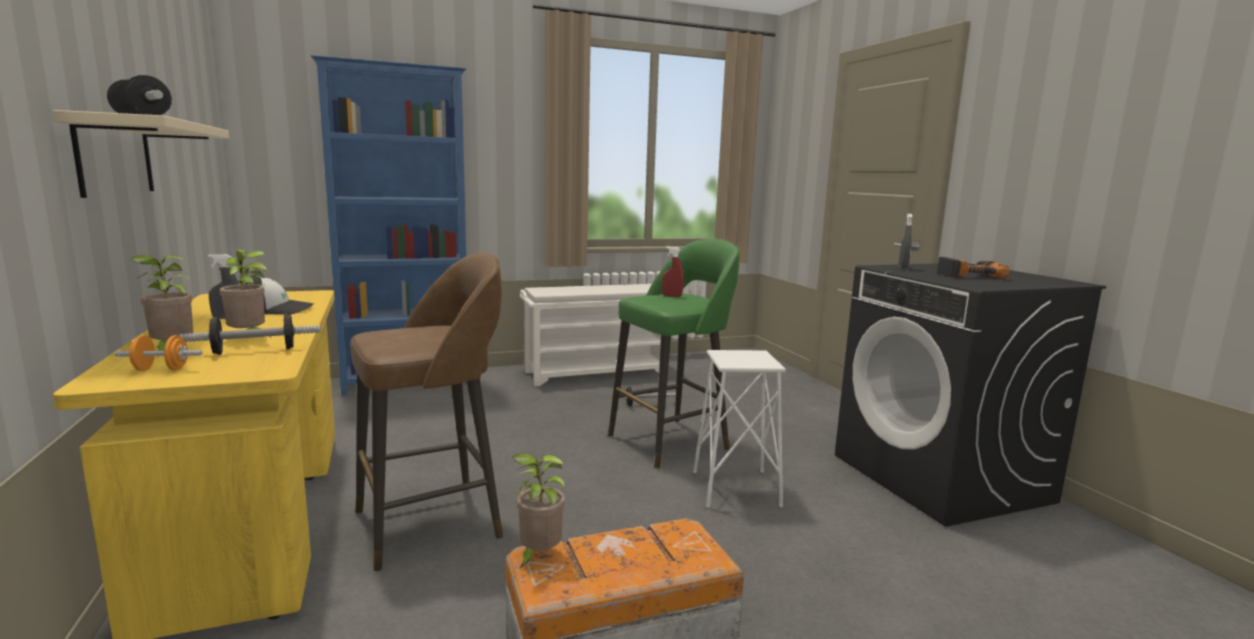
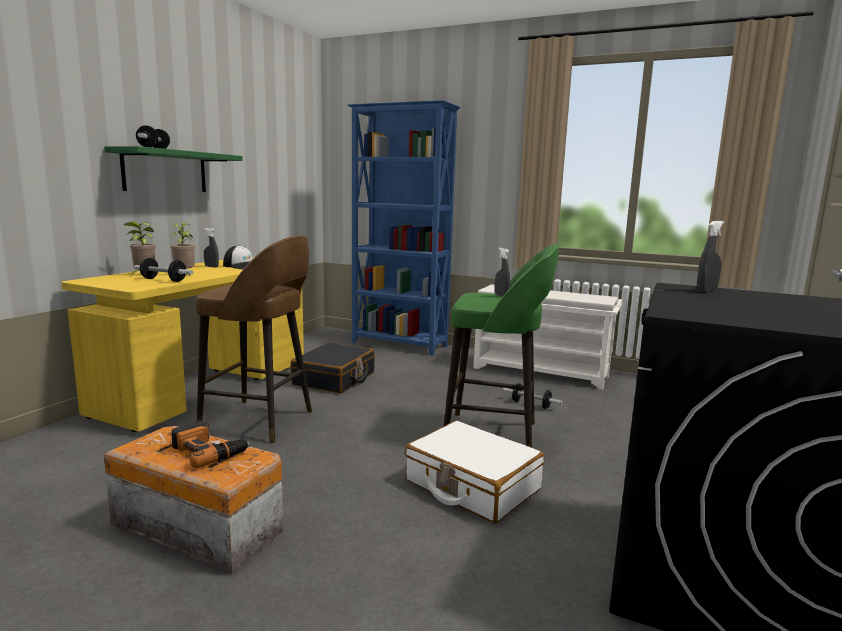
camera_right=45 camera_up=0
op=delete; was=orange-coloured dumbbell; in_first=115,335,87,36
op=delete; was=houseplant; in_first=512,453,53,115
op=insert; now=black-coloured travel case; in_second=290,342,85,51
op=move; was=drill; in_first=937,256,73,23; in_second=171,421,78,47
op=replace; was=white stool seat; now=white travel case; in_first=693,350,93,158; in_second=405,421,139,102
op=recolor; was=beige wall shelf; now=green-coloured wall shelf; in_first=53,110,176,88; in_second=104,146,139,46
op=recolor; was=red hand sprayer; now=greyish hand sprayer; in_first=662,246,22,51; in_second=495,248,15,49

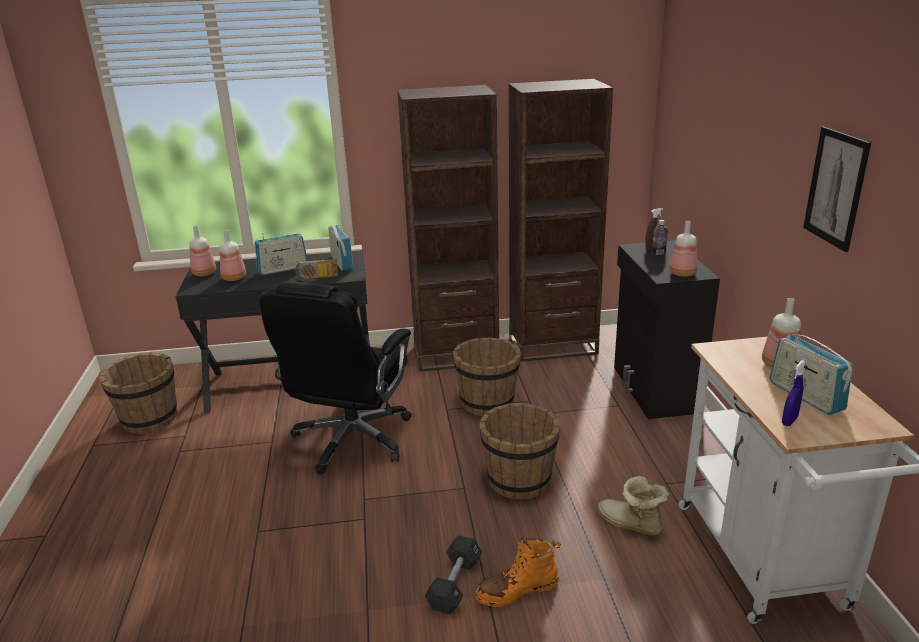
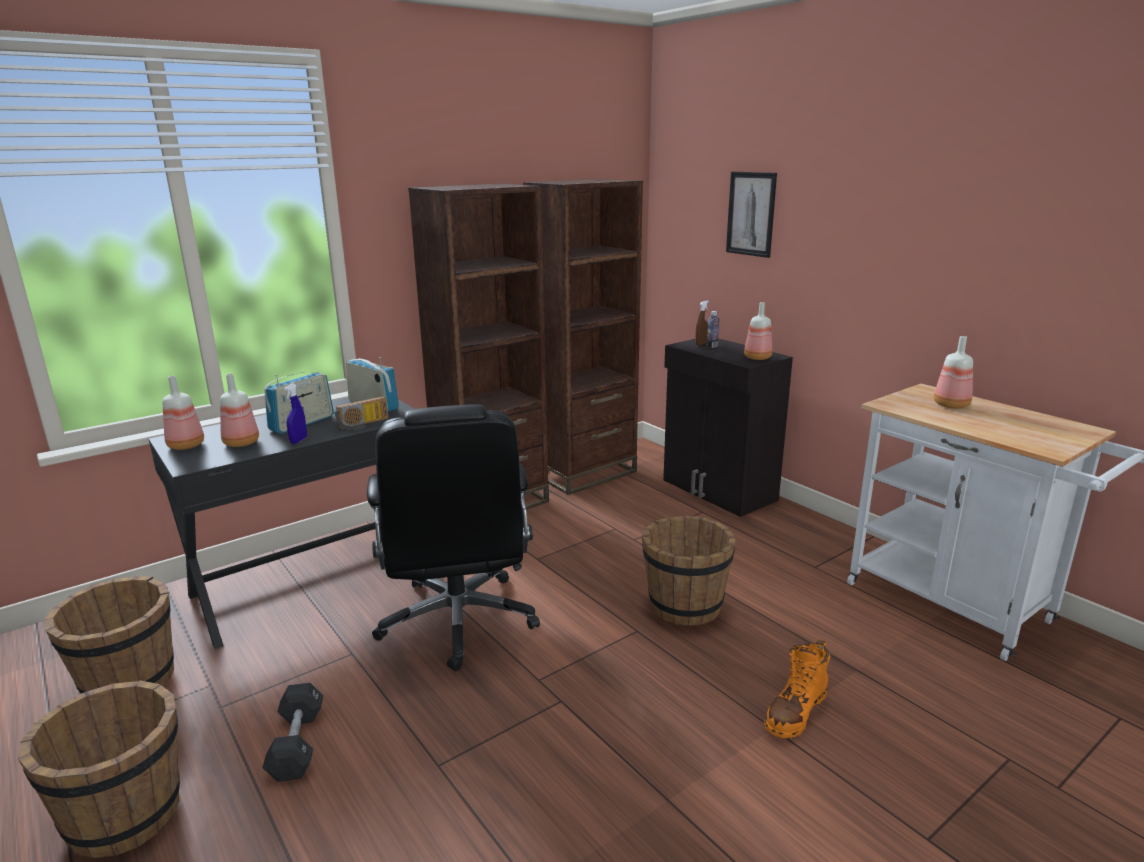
camera_right=-30 camera_up=-5
op=delete; was=high-top boot; in_first=597,476,73,60
op=delete; was=radio set; in_first=770,329,83,86
op=move; was=black-coloured dumbbell; in_first=424,535,58,80; in_second=262,683,61,99
op=move; was=brownish pail; in_first=453,338,68,79; in_second=18,680,162,178
op=move; was=blue-coloured hand sprayer; in_first=782,360,24,66; in_second=284,384,23,60
op=move; was=picture; in_first=803,126,68,126; in_second=726,172,51,86

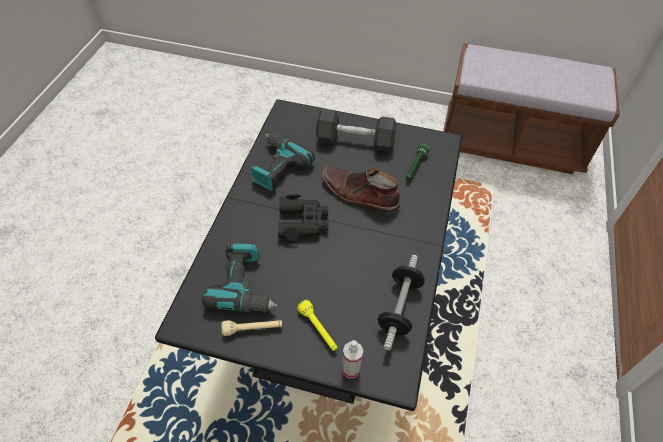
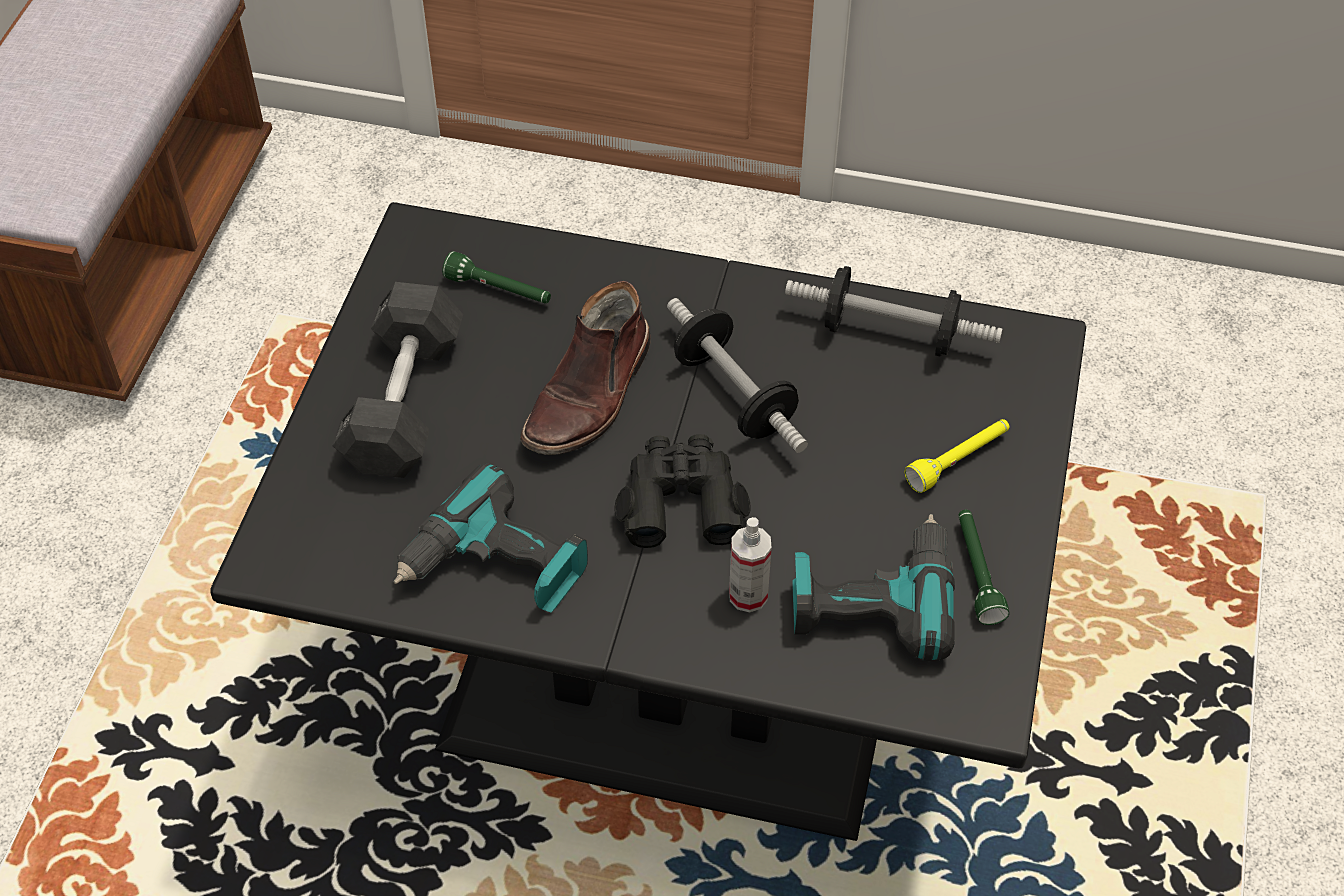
camera_right=-90 camera_up=0
op=insert; now=dumbbell; in_second=667,298,141,155
op=move; was=hand sprayer; in_first=341,340,22,38; in_second=729,517,43,95
op=recolor; was=beige torch; now=green-coloured torch; in_first=222,320,60,16; in_second=959,510,50,115

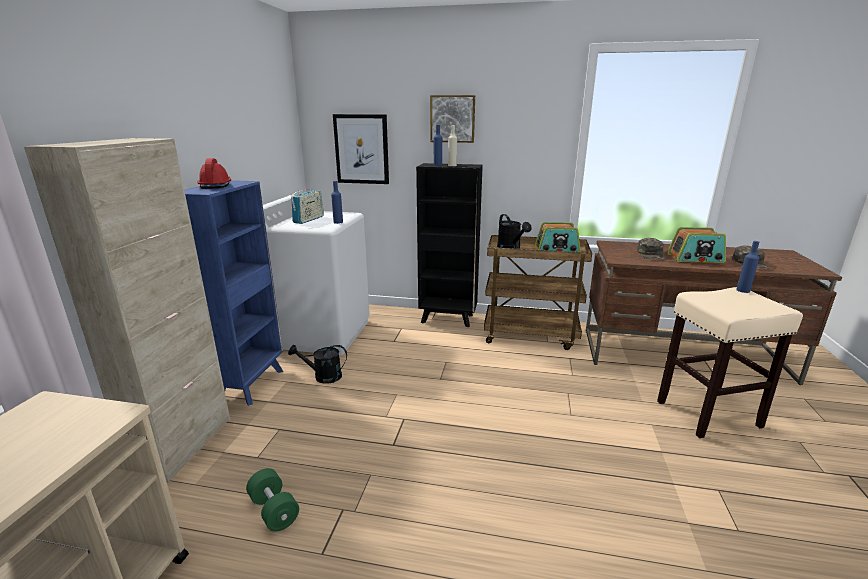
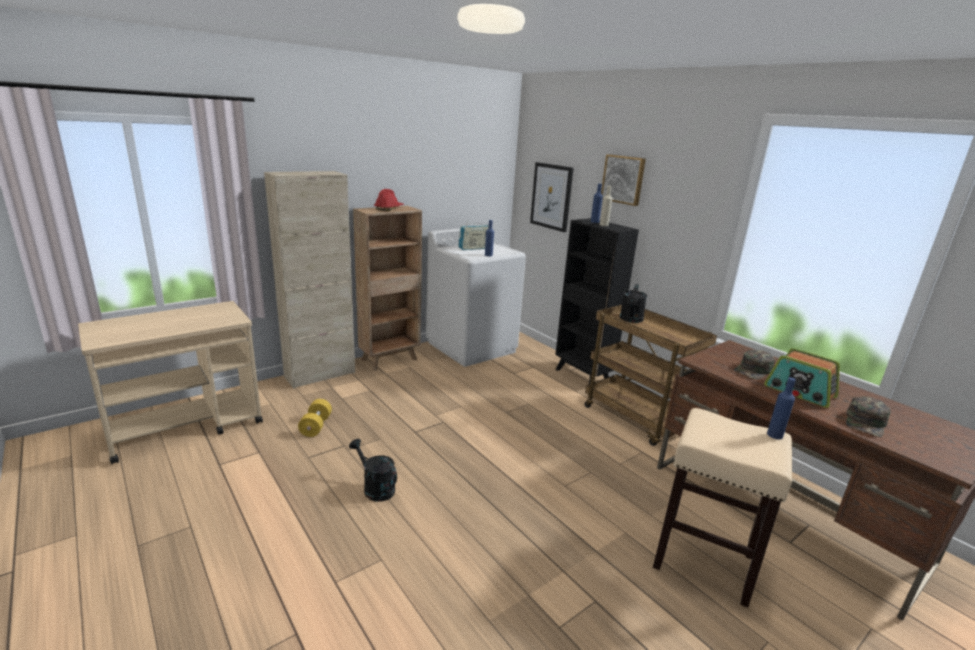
camera_right=40 camera_up=0
op=delete; was=radio set; in_first=535,222,46,30
op=move; was=black-coloured watering pot; in_first=288,345,59,39; in_second=349,439,48,63
op=recolor; was=blue-coloured bookshelf; now=brownish bookshelf; in_first=184,180,99,226; in_second=353,206,69,165
op=recolor; was=green-coloured dumbbell; now=yellow dumbbell; in_first=246,468,53,64; in_second=298,399,34,38

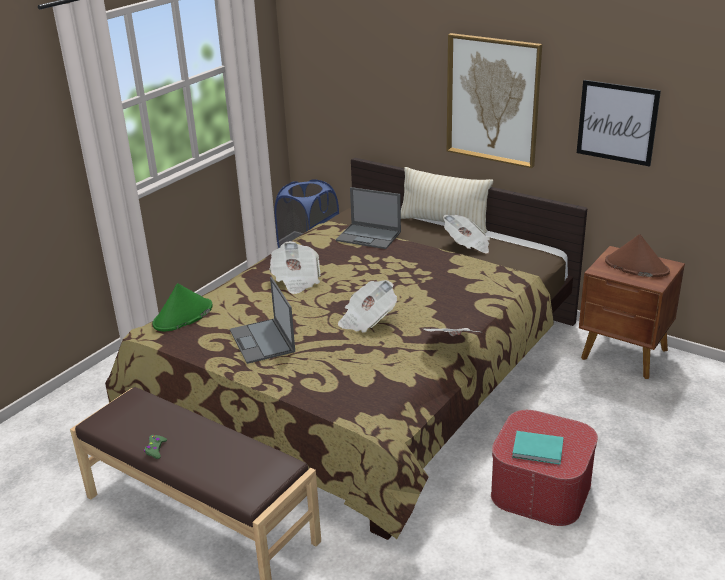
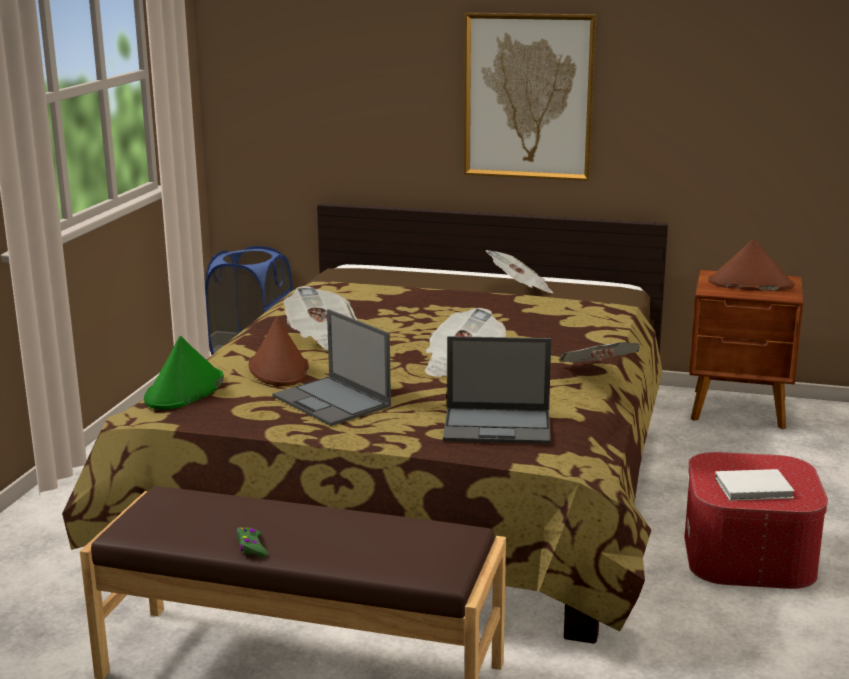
camera_right=-20 camera_up=-10
op=delete; was=beige throw pillow; in_first=401,167,92,66
op=delete; was=picture; in_first=577,80,84,87
op=insert; now=brownish hat; in_second=249,316,60,70
op=move; was=notebook computer; in_first=336,187,65,62; in_second=443,336,108,108
op=recolor; was=blue-green volume; now=white volume; in_first=512,431,52,34; in_second=715,469,80,32

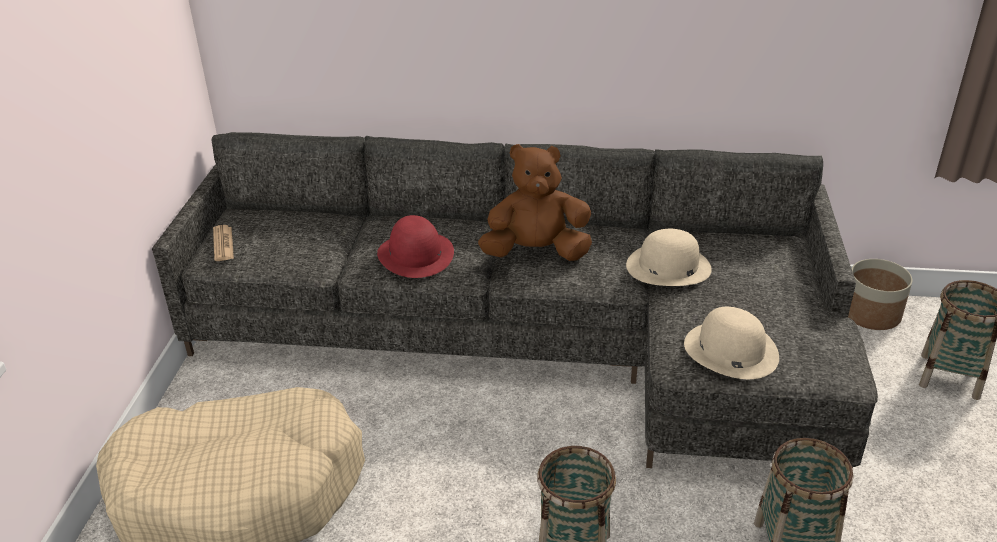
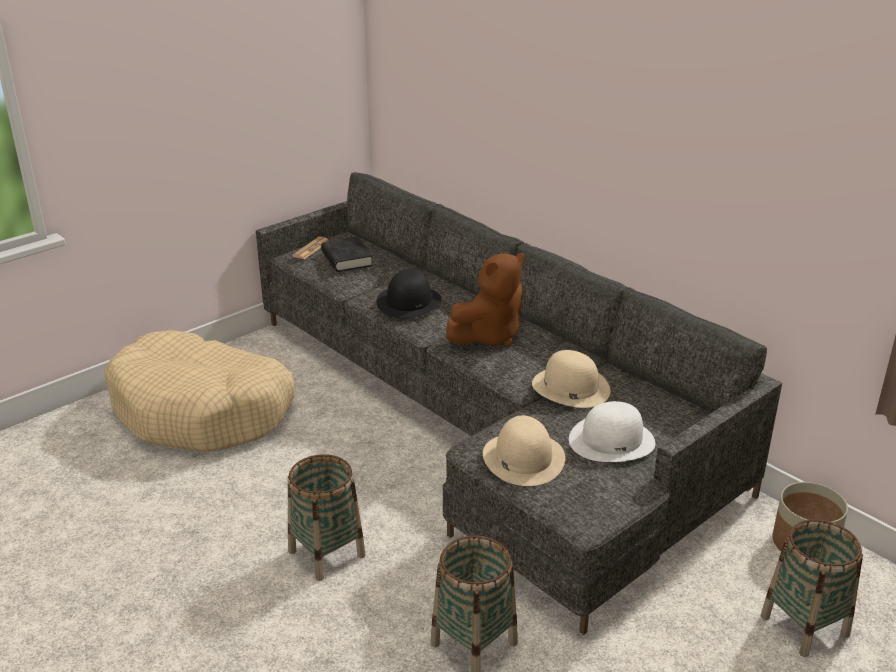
camera_right=40 camera_up=-5
op=insert; now=black-coloured volume; in_second=321,237,52,35
op=insert; now=white hat; in_second=569,401,86,61
op=recolor; was=red hat; now=black-coloured hat; in_first=377,215,77,63; in_second=376,269,66,50
op=rotate; was=brownish cuddly toy; in_first=478,144,114,117; in_second=446,253,79,94; clockwise=105

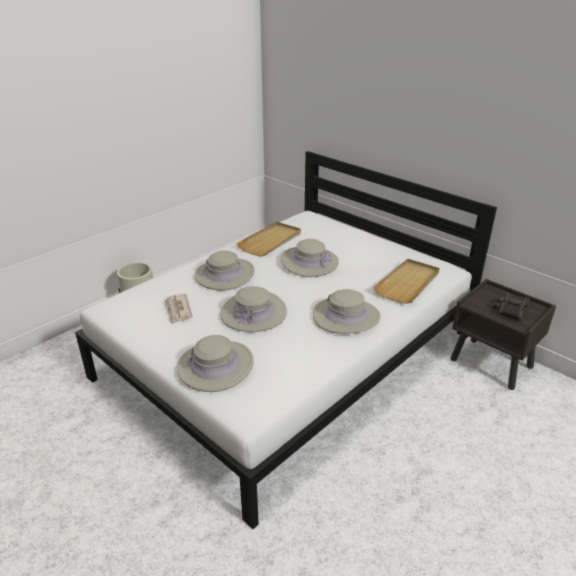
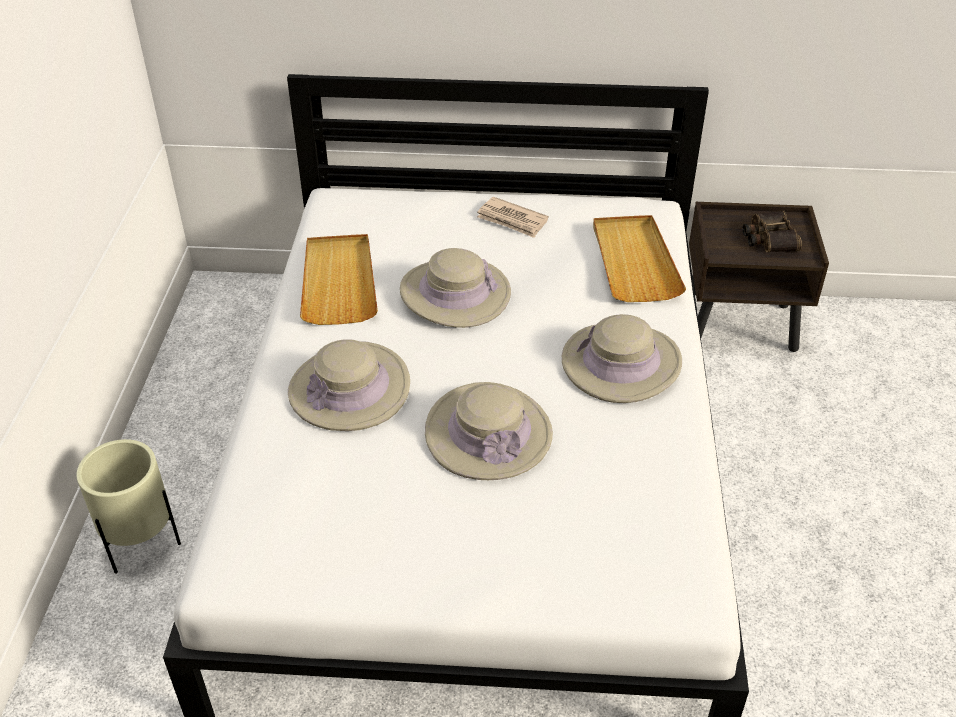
camera_right=-40 camera_up=10
op=delete; was=beige hat; in_first=177,335,77,57
op=move; was=printed paper; in_first=164,294,29,30; in_second=477,197,72,41

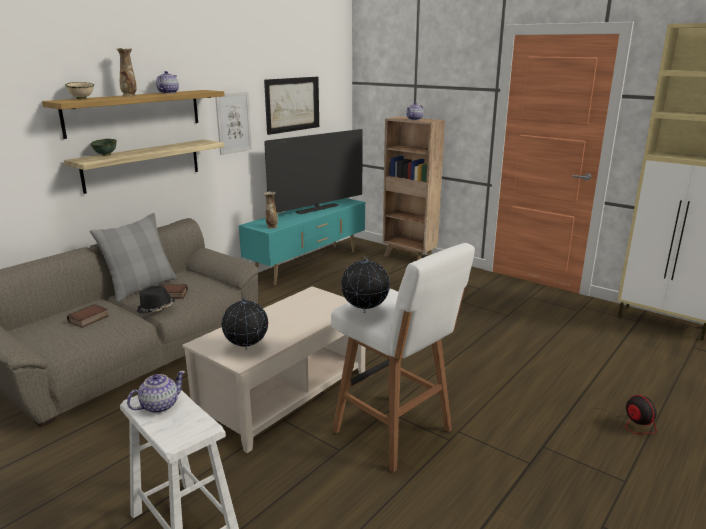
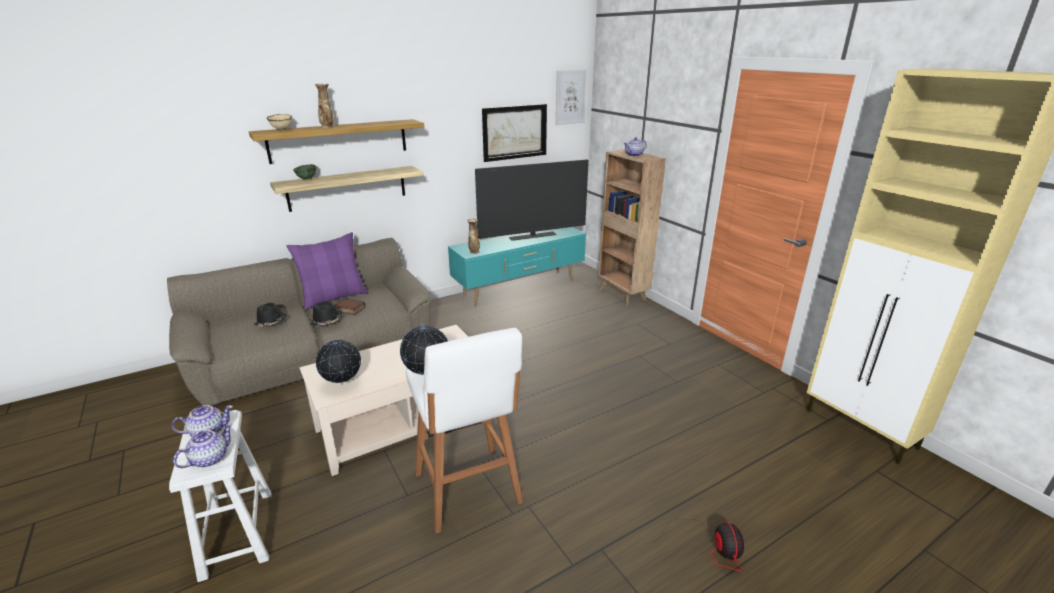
camera_right=20 camera_up=5
op=move; was=tea pot; in_first=156,71,23,23; in_second=173,423,59,45
op=move; was=picture; in_first=215,91,37,64; in_second=556,70,31,55
op=replace; was=volume; now=black-coloured hat; in_first=67,304,42,24; in_second=254,303,33,23
op=recolor; was=greyish throw pillow; now=purplish throw pillow; in_first=90,213,87,89; in_second=286,232,82,78

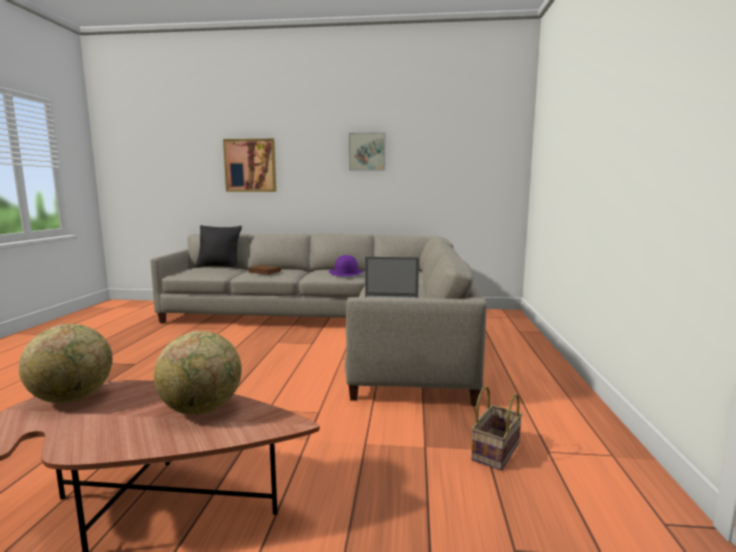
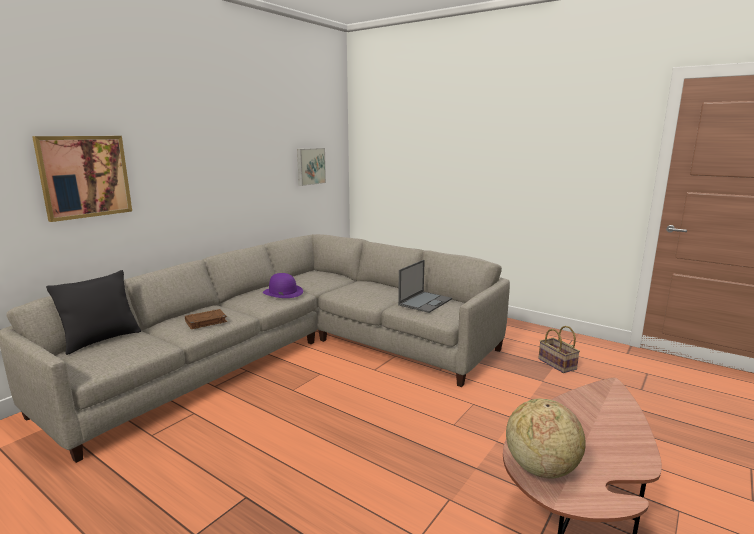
camera_right=-60 camera_up=5
op=delete; was=desk globe; in_first=154,331,88,84
op=move; was=picture; in_first=349,132,37,39; in_second=297,148,29,38

